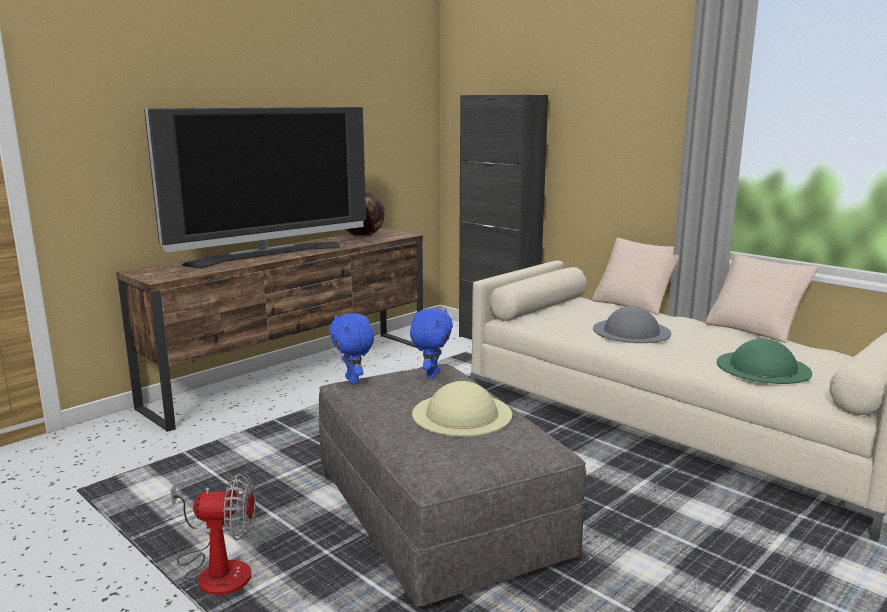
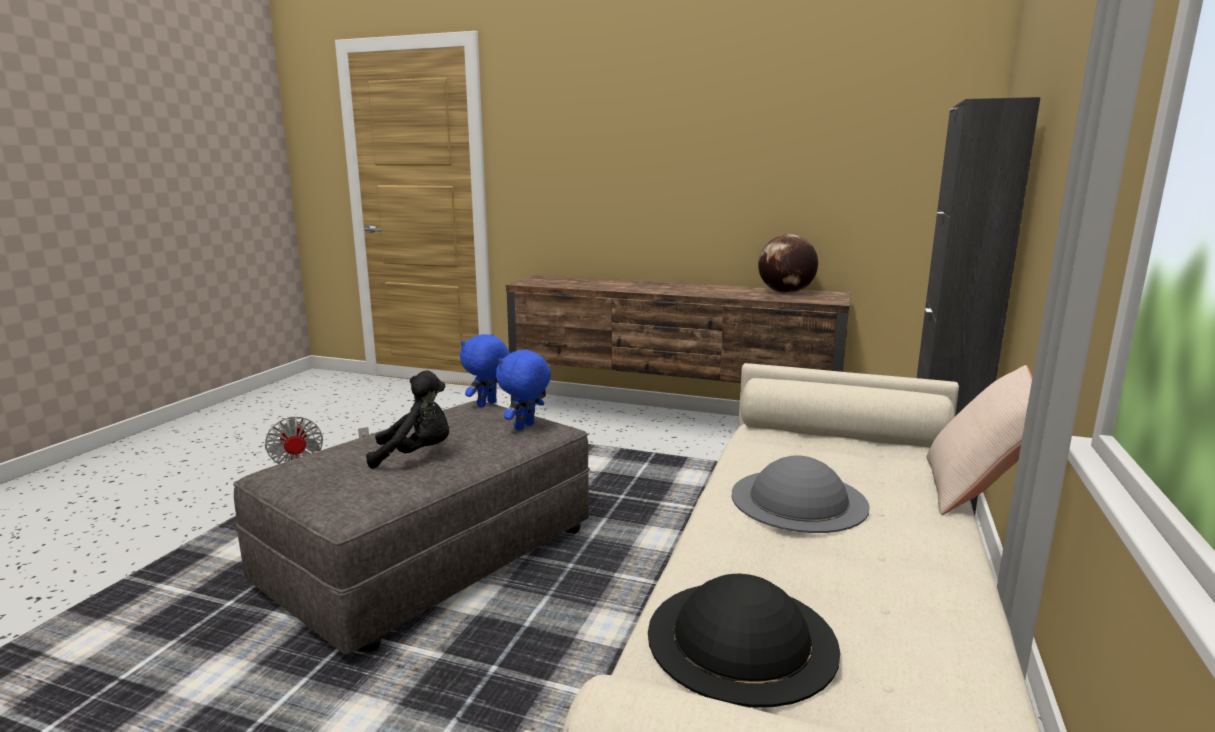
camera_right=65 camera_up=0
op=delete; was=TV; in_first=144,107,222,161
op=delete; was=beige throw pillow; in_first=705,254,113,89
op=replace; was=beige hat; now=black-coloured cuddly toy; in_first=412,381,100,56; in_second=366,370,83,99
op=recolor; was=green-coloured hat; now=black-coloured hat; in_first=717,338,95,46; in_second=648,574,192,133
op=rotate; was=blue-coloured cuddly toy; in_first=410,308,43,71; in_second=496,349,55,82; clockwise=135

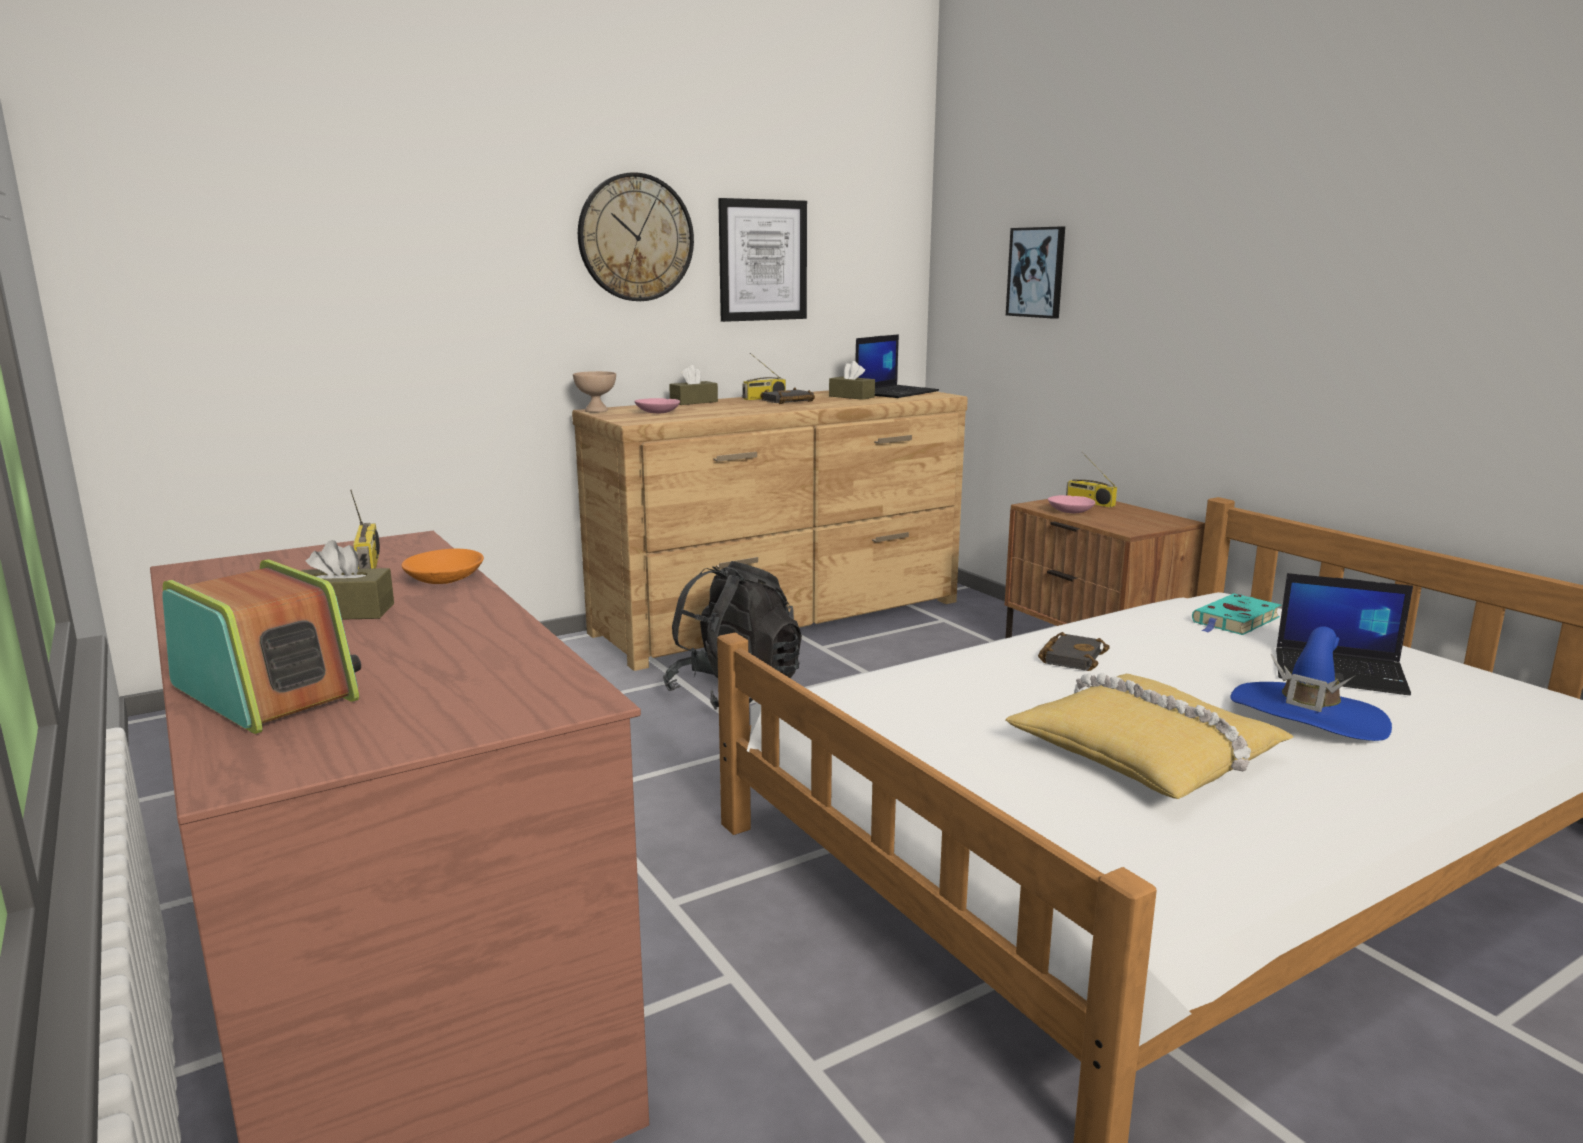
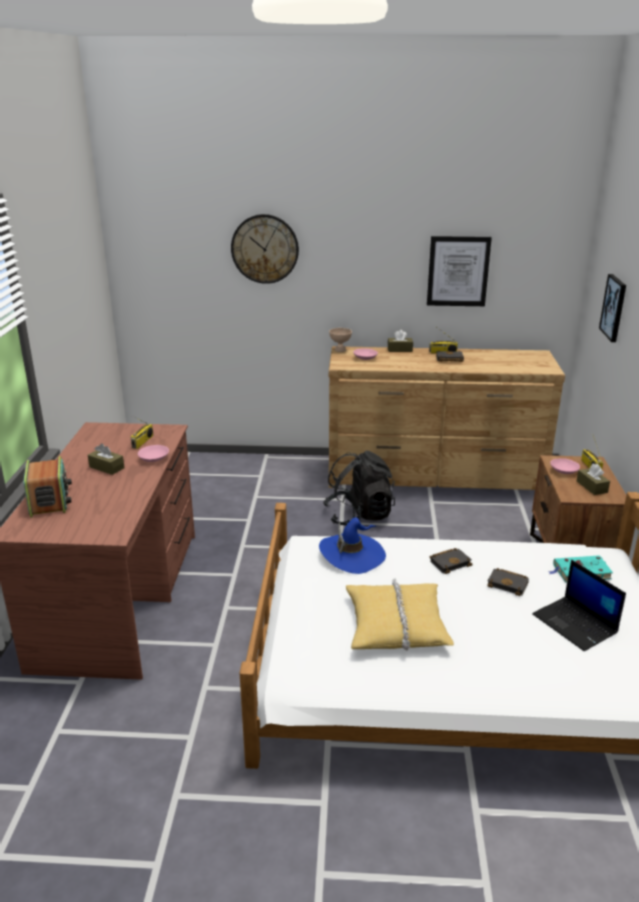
camera_right=35 camera_up=10
op=delete; was=notebook computer; in_first=855,334,84,64
op=insert; now=black-coloured volume; in_second=487,568,42,28
op=move; was=wall clock; in_first=578,172,116,129; in_second=231,214,68,70
op=move; was=brownish tissue box; in_first=829,361,46,39; in_second=577,464,33,31
op=move; was=blue-coloured hat; in_first=1230,626,162,115; in_second=319,517,67,57
op=recolor; was=orange-coloured bowl; now=pinkish bowl; in_first=401,549,83,35; in_second=138,445,31,17

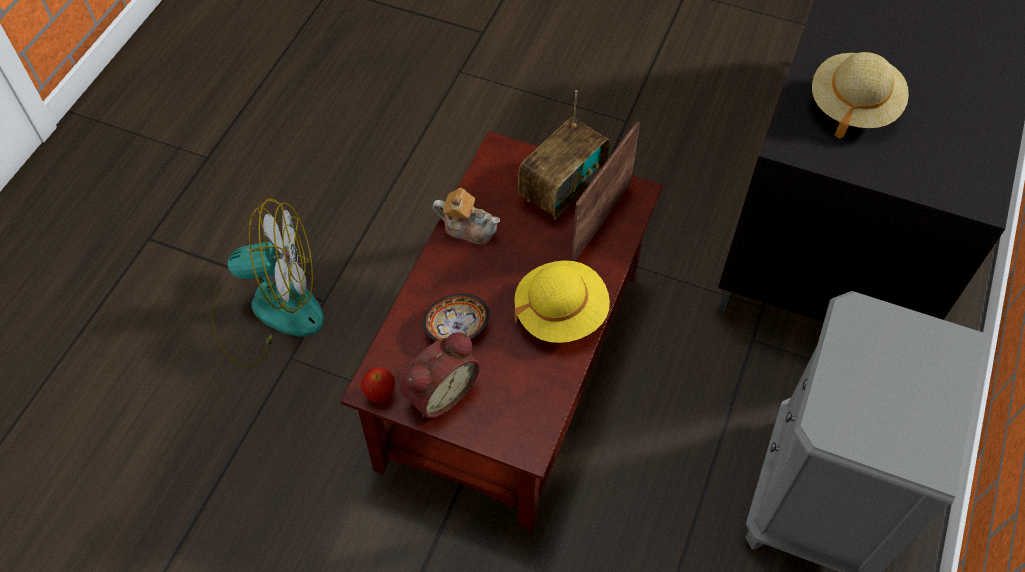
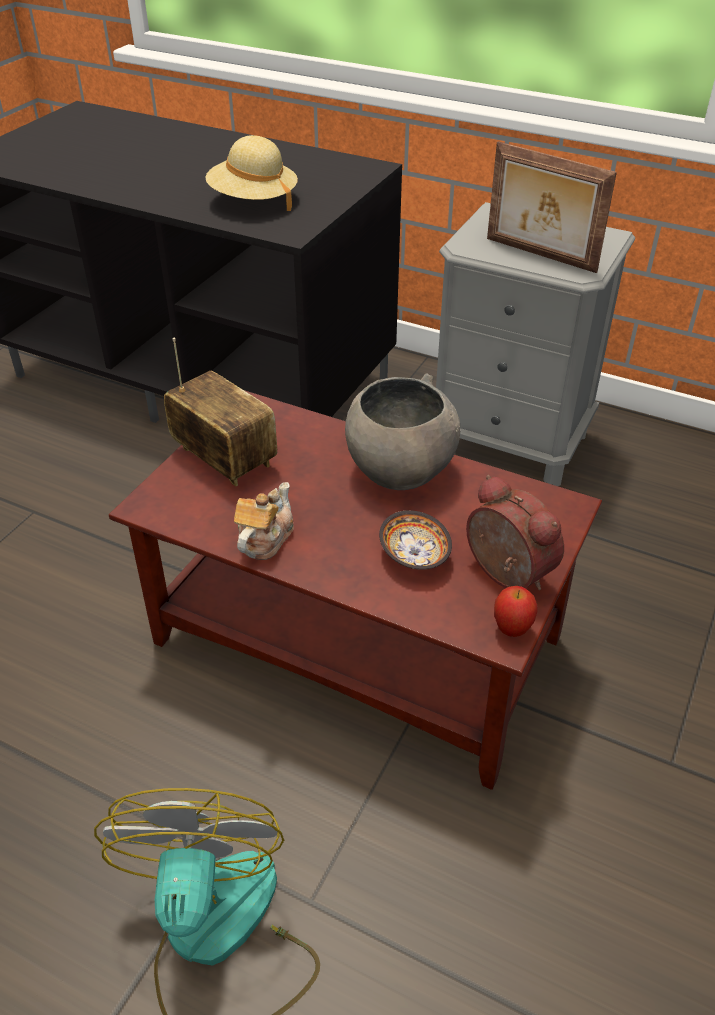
camera_right=-85 camera_up=-15
op=move; was=picture frame; in_first=571,121,69,140; in_second=487,141,130,132
op=replace; was=yellow hat; now=greyish bowl; in_first=514,260,96,83; in_second=345,374,115,116

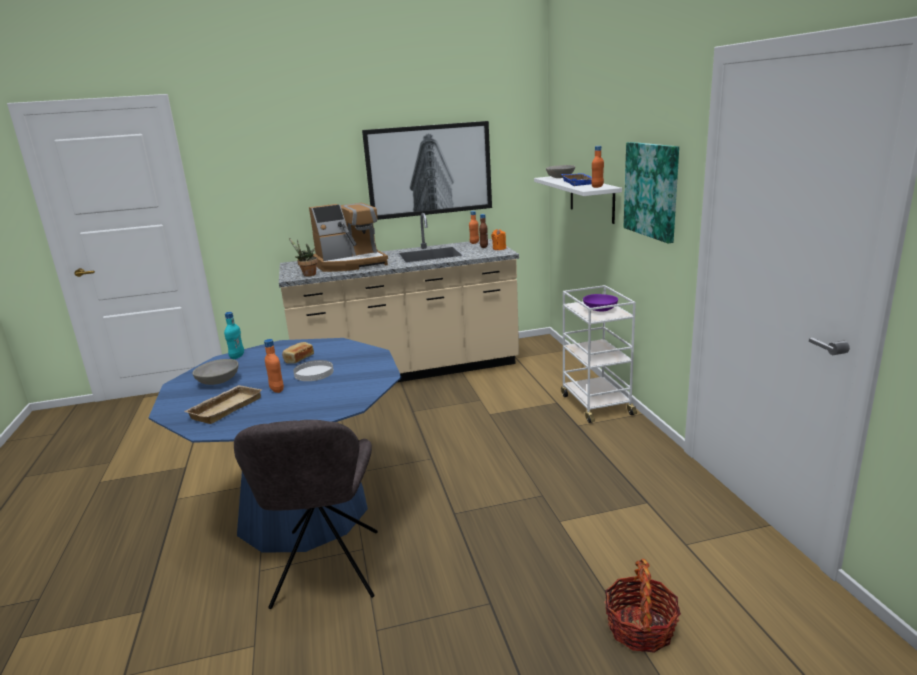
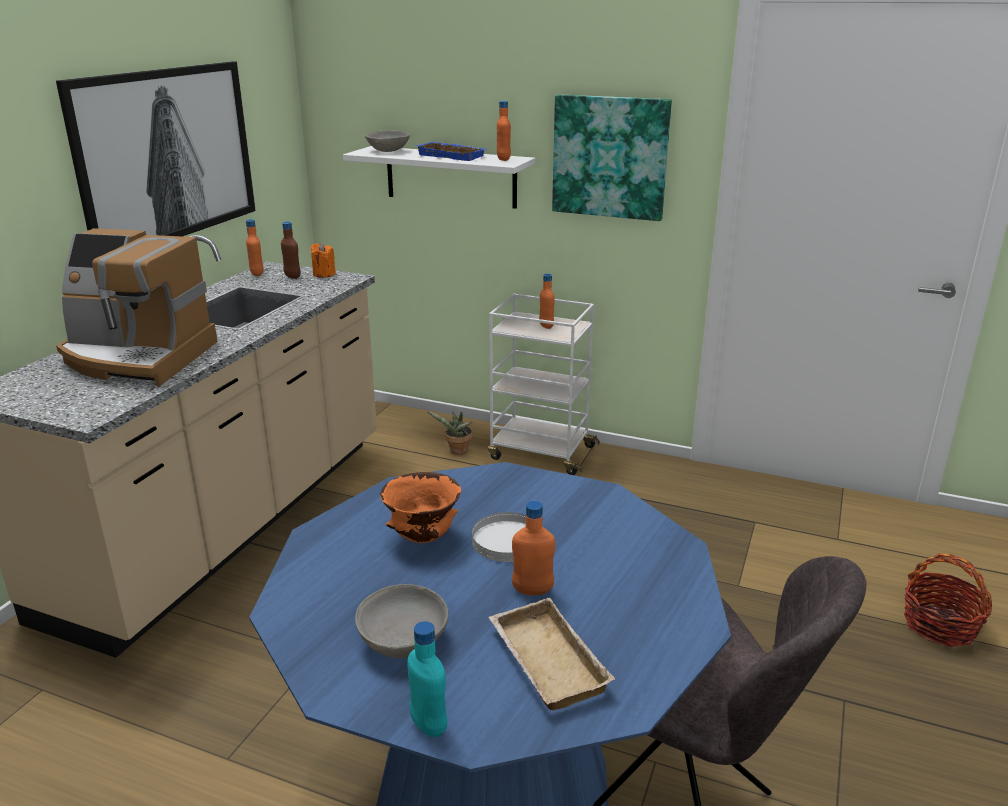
camera_right=-55 camera_up=5
op=move; was=blue-green drink bottle; in_first=224,312,20,47; in_second=407,621,40,116
op=move; was=houseplant; in_first=289,238,29,38; in_second=427,411,45,44
op=replace; was=bread; now=orange-coloured bowl; in_first=282,342,32,22; in_second=380,472,81,71
op=replace; was=purplish bowl; now=orange-coloured drink bottle; in_first=583,294,35,18; in_second=539,274,16,55
op=rotate; was=coffee brewer; in_first=309,203,79,69; in_second=56,228,162,158; clockwise=90

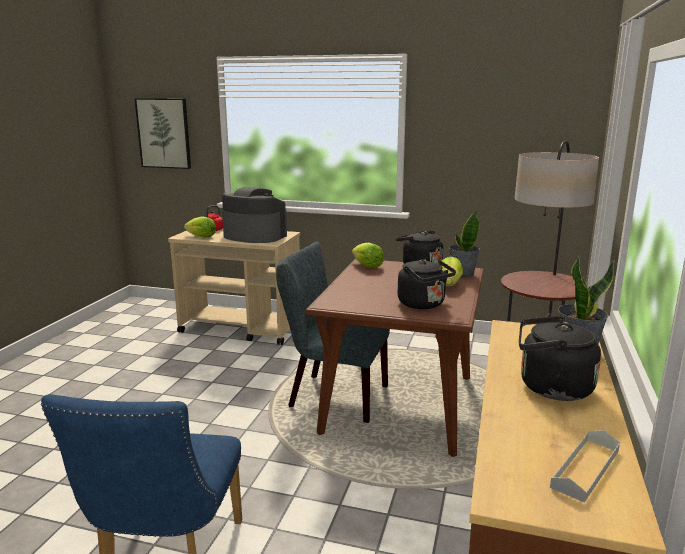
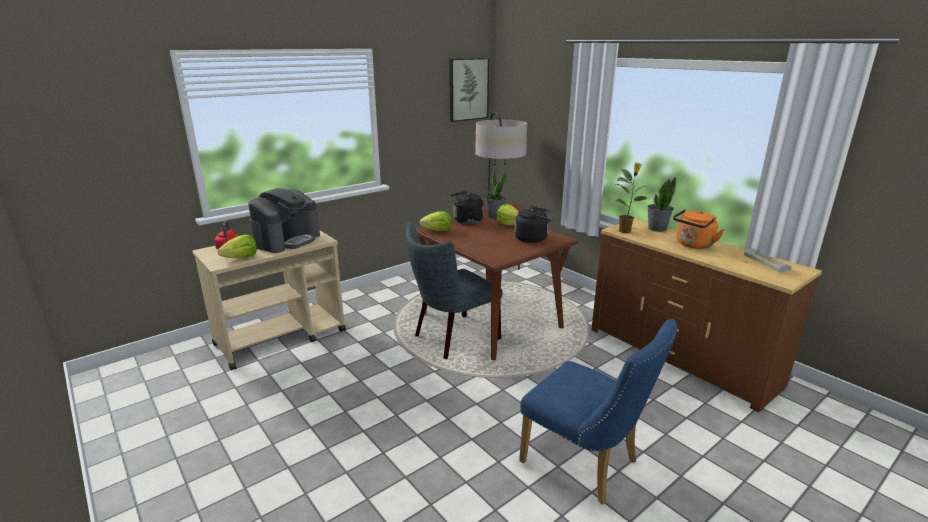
camera_right=-55 camera_up=5
op=insert; now=houseplant; in_second=615,163,35,70
op=move; was=picture; in_first=135,98,56,71; in_second=450,58,39,64
op=recolor; was=black-coloured tea kettle; now=orange-coloured tea kettle; in_first=519,316,82,85; in_second=673,209,51,40
op=rotate; was=coffee brewer; in_first=222,187,65,56; in_second=248,188,72,65; clockwise=150

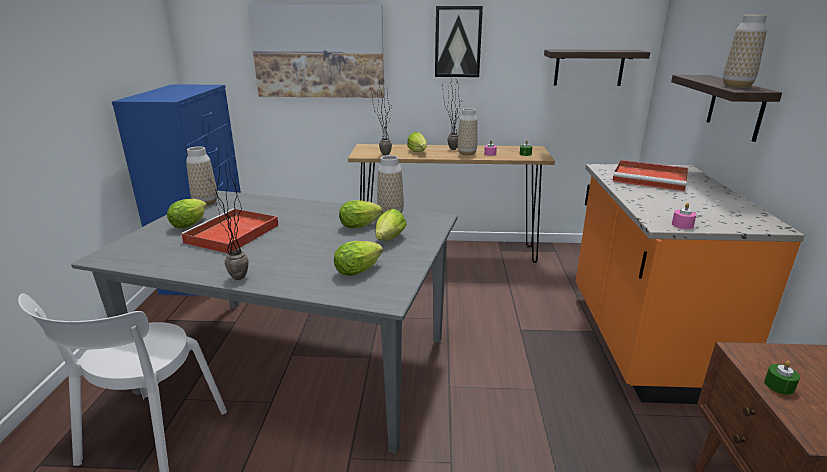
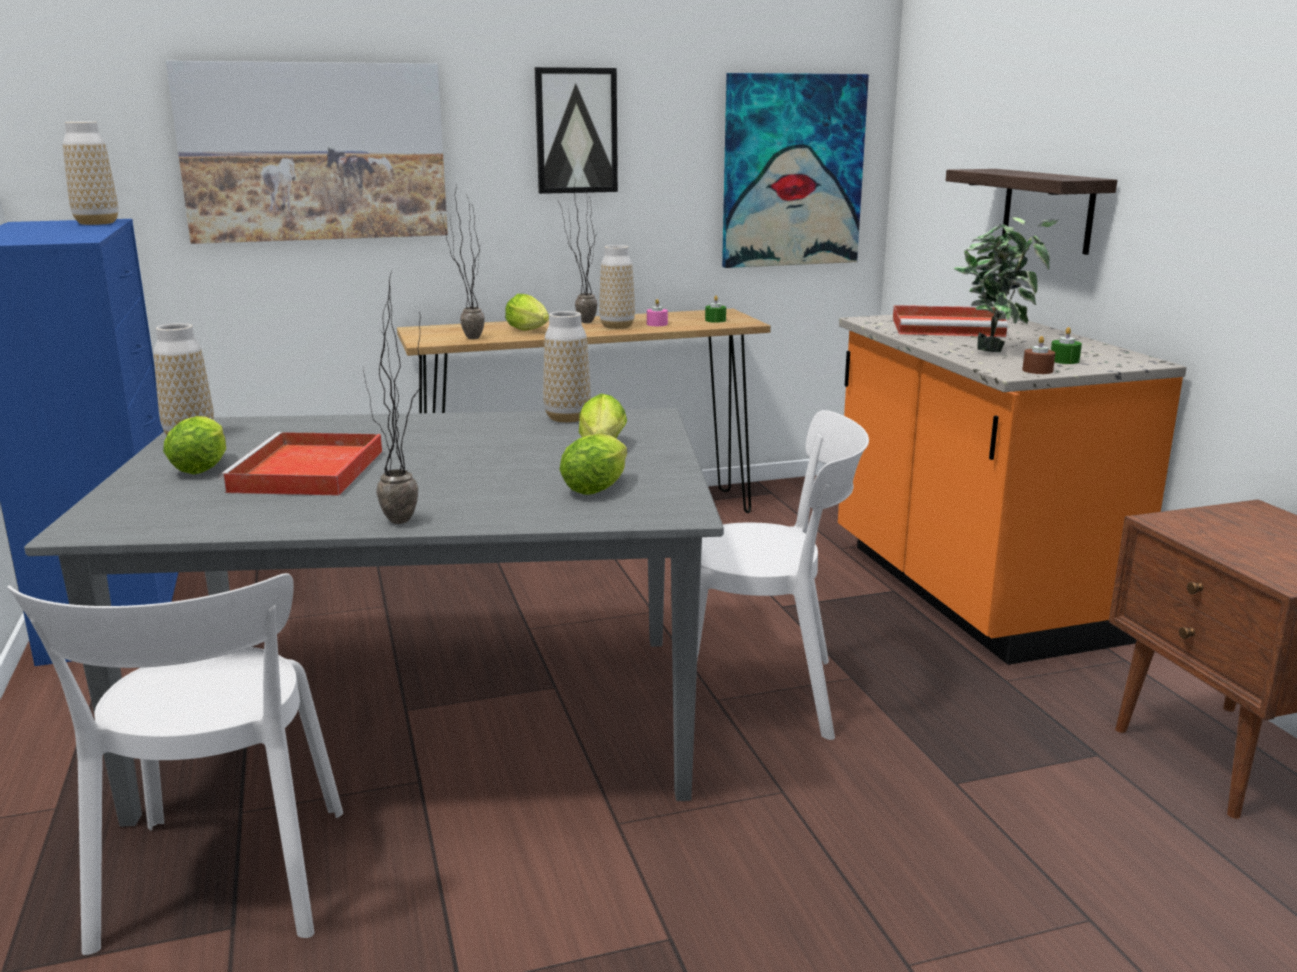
camera_right=-20 camera_up=-5
op=delete; was=lettuce; in_first=339,200,44,28
op=insert; now=white chair; in_second=697,410,172,330
op=insert; now=houseplant; in_second=954,217,105,135
op=move; was=vase; in_first=723,15,44,73; in_second=63,121,55,104
op=move; was=green-coloured candle; in_first=764,361,36,34; in_second=1051,327,31,37
op=replace; was=wall shelf; now=picture; in_first=544,50,106,36; in_second=722,73,147,195
op=recolor; was=pinkish candle; now=brownish candle; in_first=672,203,25,26; in_second=1022,336,33,38

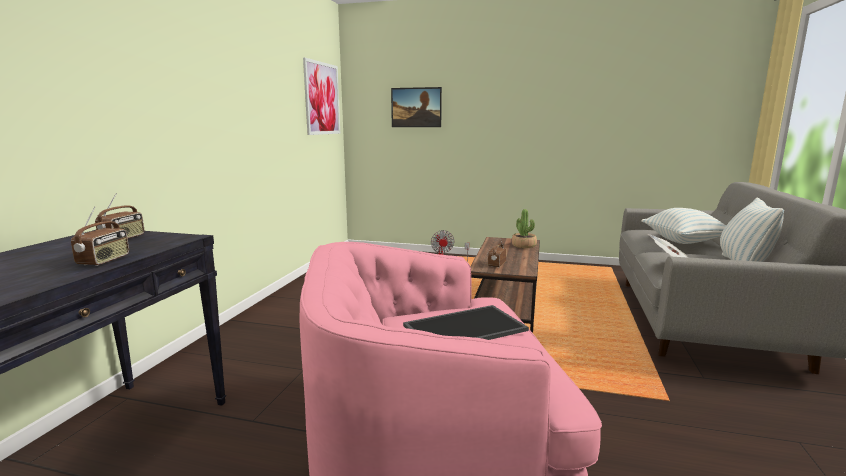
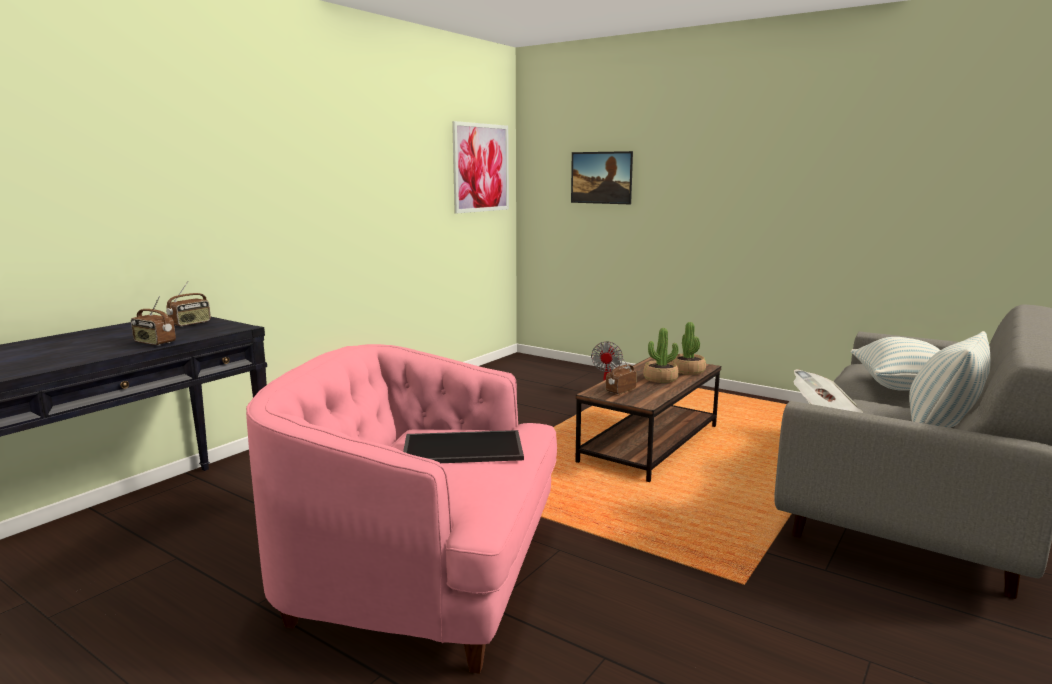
camera_right=20 camera_up=0
op=insert; now=houseplant; in_second=643,328,36,55
op=rotate; was=radio set; in_first=71,206,58,60; in_second=131,296,45,50; clockwise=90

